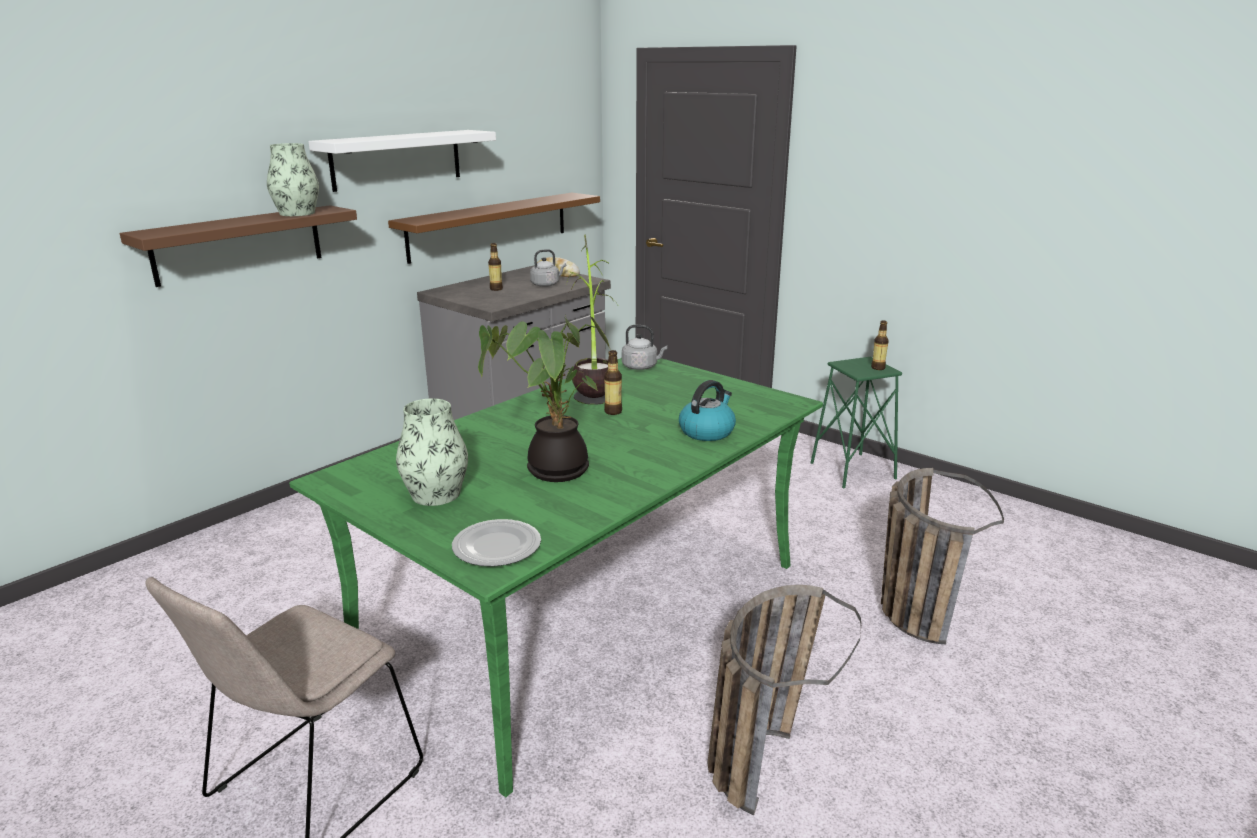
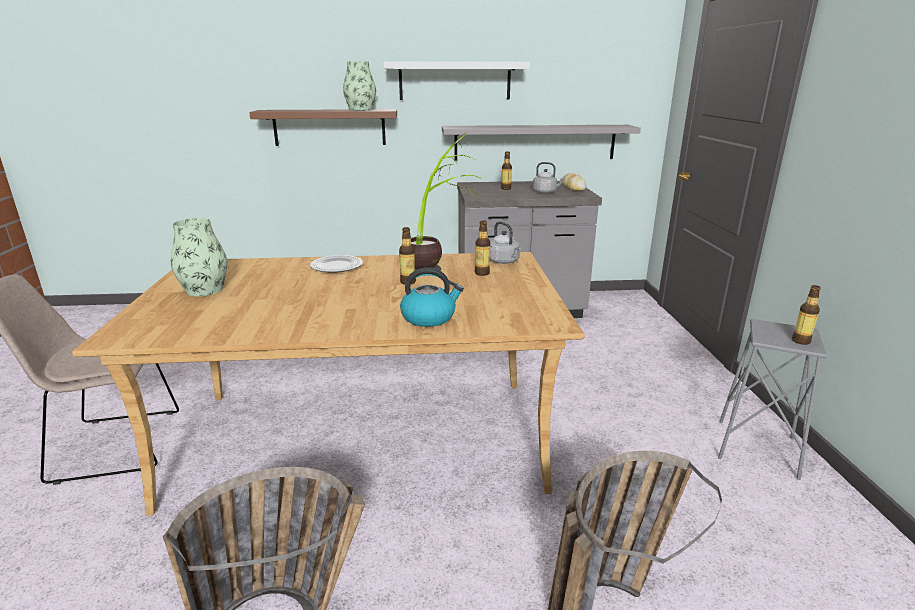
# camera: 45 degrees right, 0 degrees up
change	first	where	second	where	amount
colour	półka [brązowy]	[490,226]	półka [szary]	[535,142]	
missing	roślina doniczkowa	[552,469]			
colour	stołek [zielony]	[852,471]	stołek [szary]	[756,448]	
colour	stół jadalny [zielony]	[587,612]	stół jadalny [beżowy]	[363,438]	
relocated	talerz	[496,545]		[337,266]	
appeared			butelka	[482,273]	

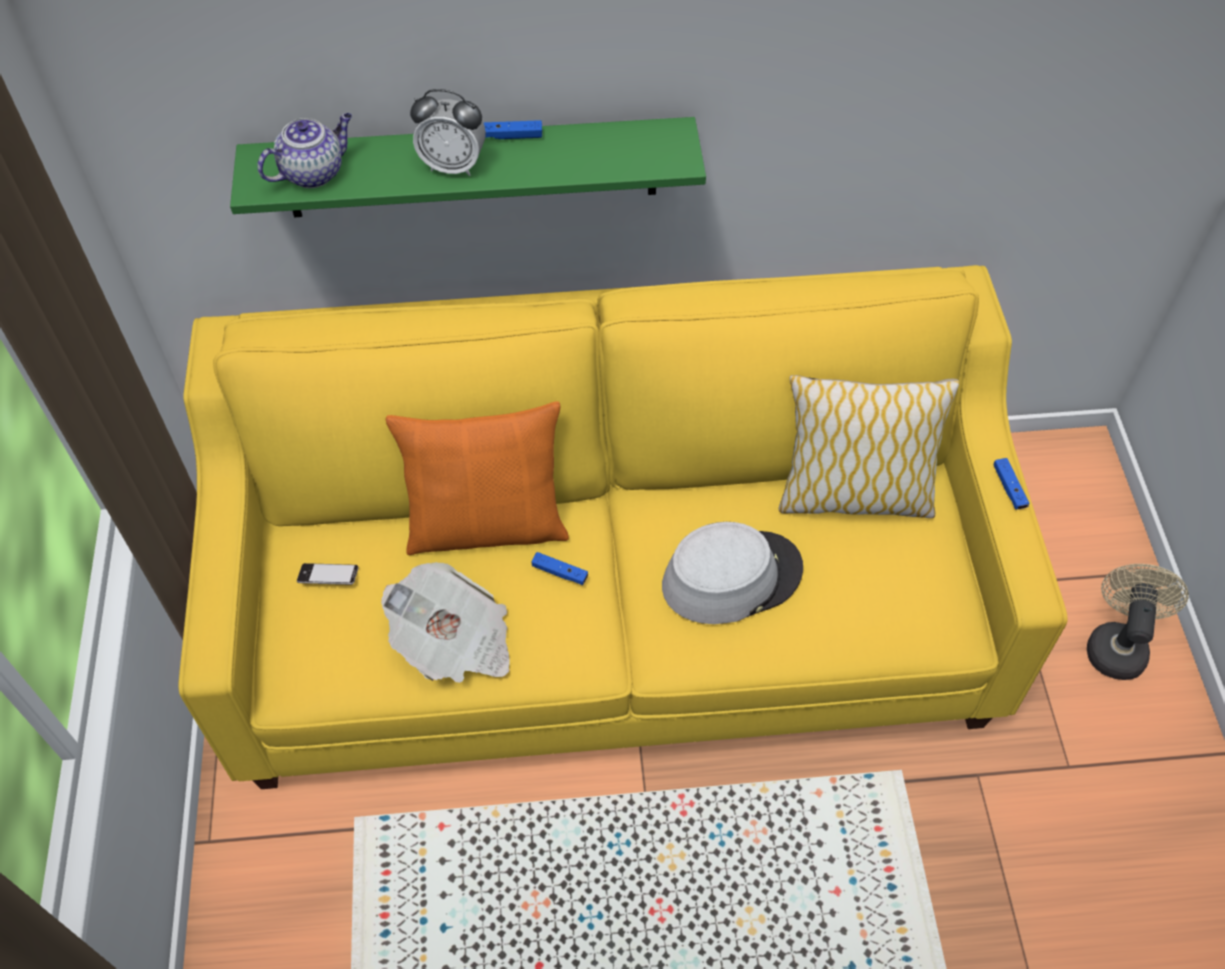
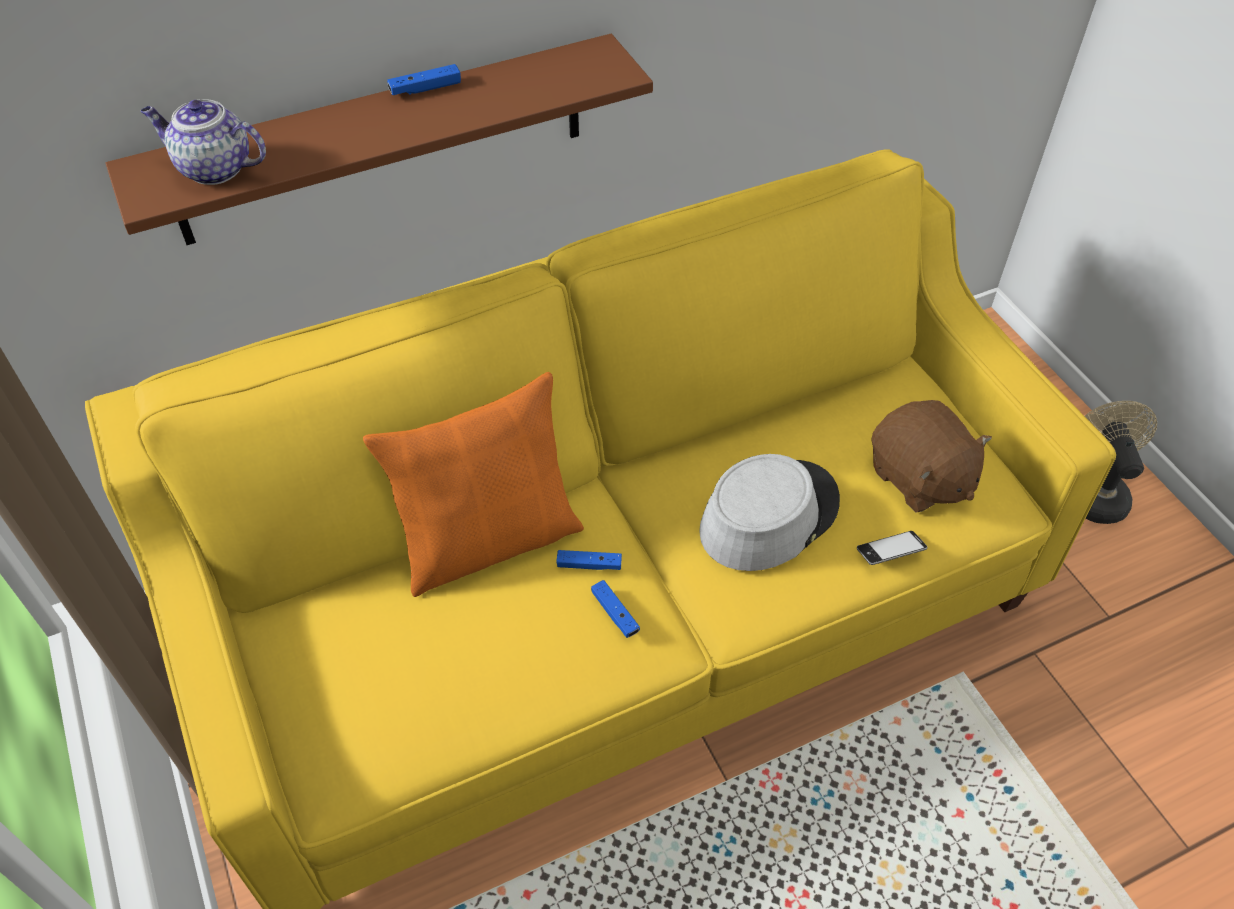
# camera: 20 degrees left, 5 degrees down
change	first	where	second	where	amount
missing	budzik	[453,165]			
spun	imbryk	[313,172]		[213,169]	105 degrees counterclockwise
colour	półka [zielony]	[472,167]	półka [brązowy]	[382,141]	
missing	poduszka	[853,495]			
relocated	pad do gier [niebieski]	[1009,488]		[615,613]	
missing	gazeta	[454,642]			
relocated	telefon	[328,576]		[890,551]	
appeared			pluszak [brązowy]	[919,478]	

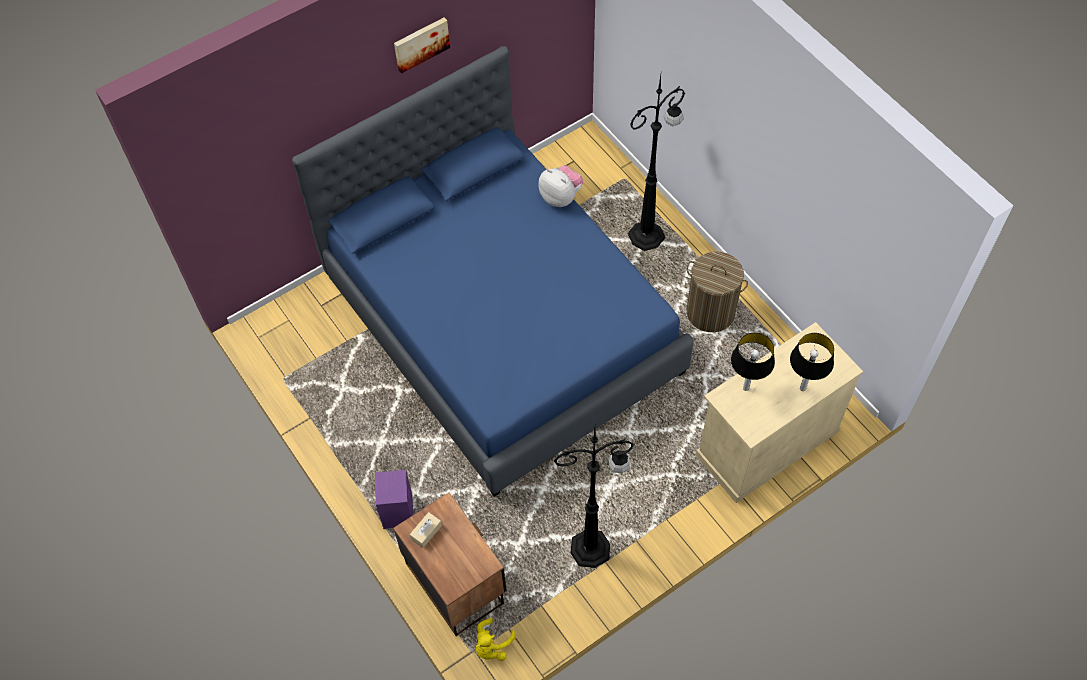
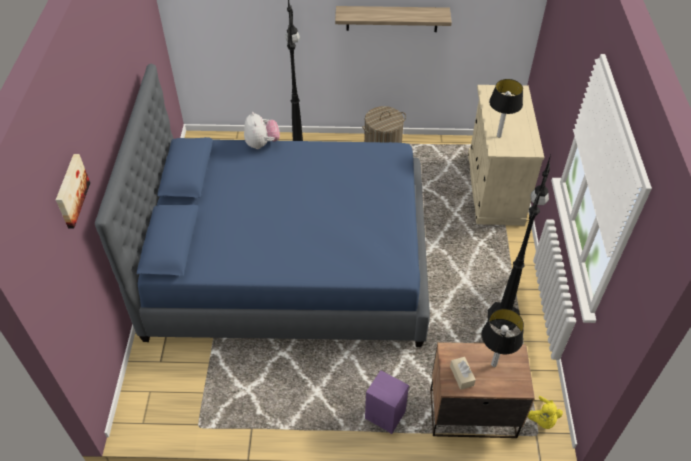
# camera: 55 degrees left, 10 degrees down
change	first	where	second	where	amount
relocated	obraz	[421,43]		[70,190]	
spun	pluszak	[561,197]		[262,144]	90 degrees clockwise
relocated	lampa stołowa	[802,388]		[494,364]	
appeared			półka	[392,18]	

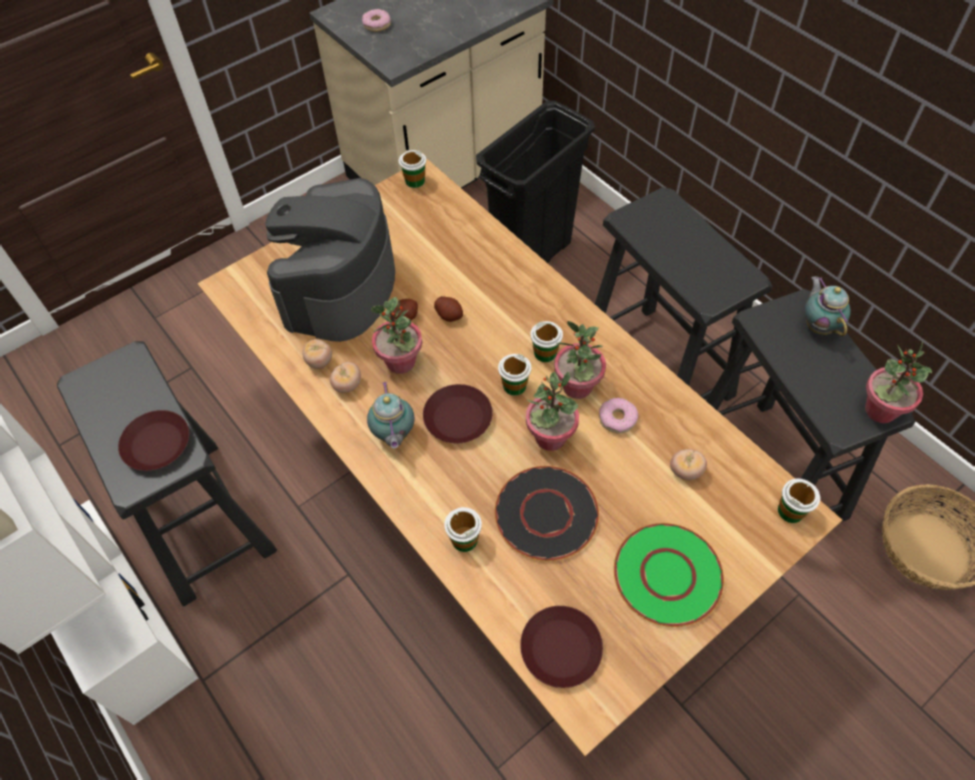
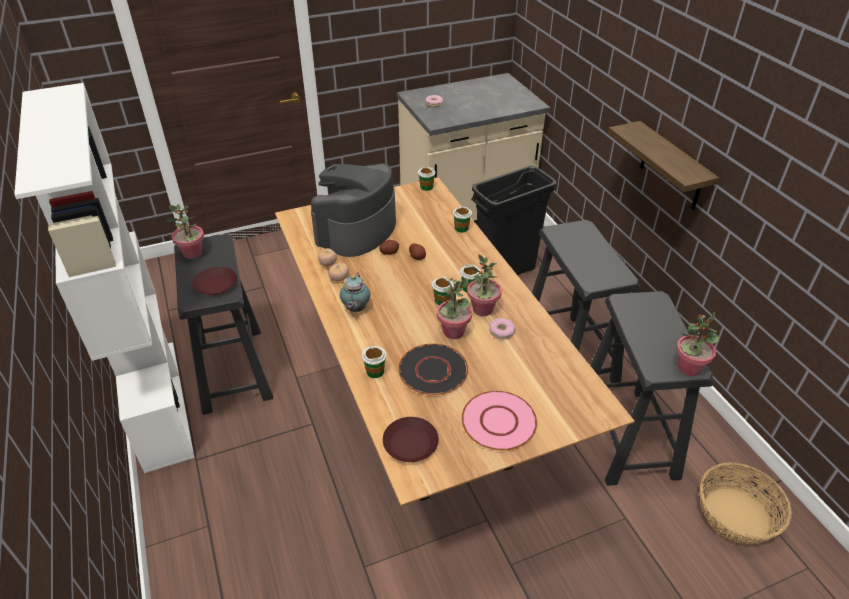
# camera: 15 degrees right, 15 degrees down
change	first	where	second	where	amount
missing	imbryk	[818,325]			
relocated	roślina doniczkowa	[401,362]		[193,253]	
missing	talerz [brązowy]	[458,418]			
missing	pomidor	[685,471]			
relocated	filiżanka	[791,511]		[461,228]	
colour	talerz [zielony]	[667,574]	talerz [różowy]	[499,421]	
appeared			półka	[671,167]	

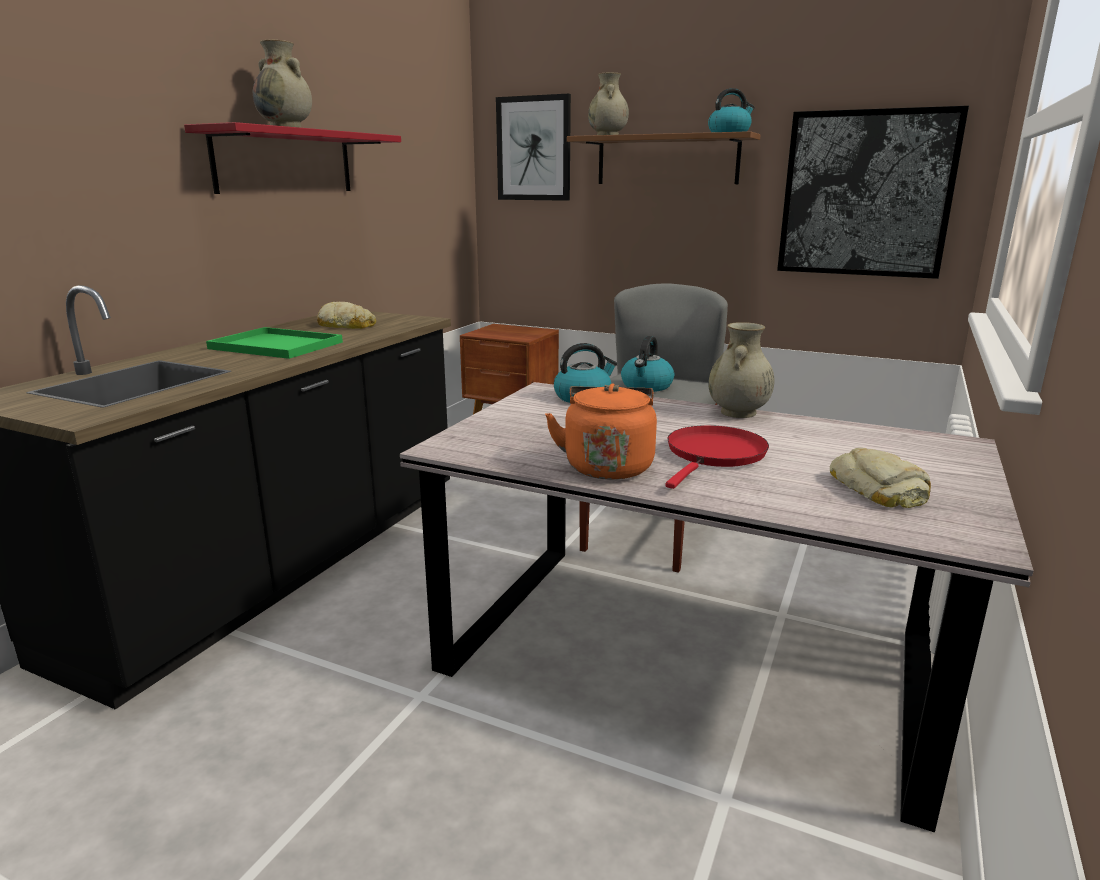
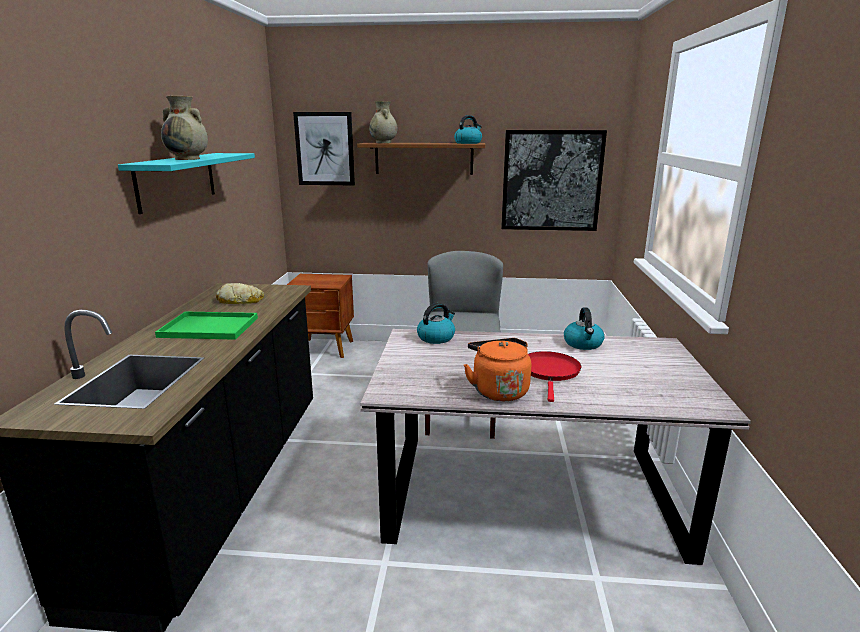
# camera: 20 degrees left, 0 degrees up
change	first	where	second	where	amount
colour	półka [czerwony]	[285,162]	półka [turkusowy]	[177,180]	
missing	wazon [beżowy]	[738,413]			
relocated	czajnik	[646,386]		[583,344]	
missing	chleb	[878,489]			

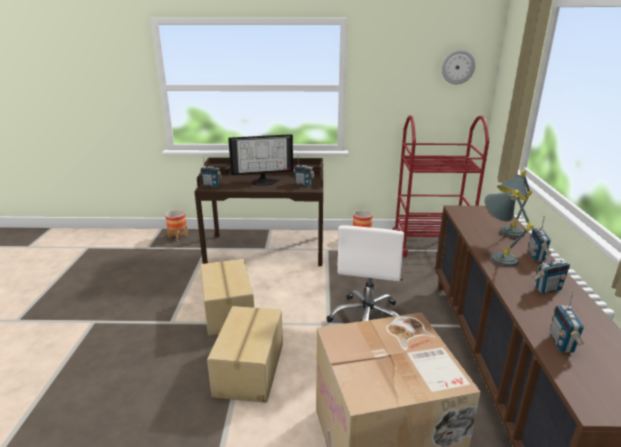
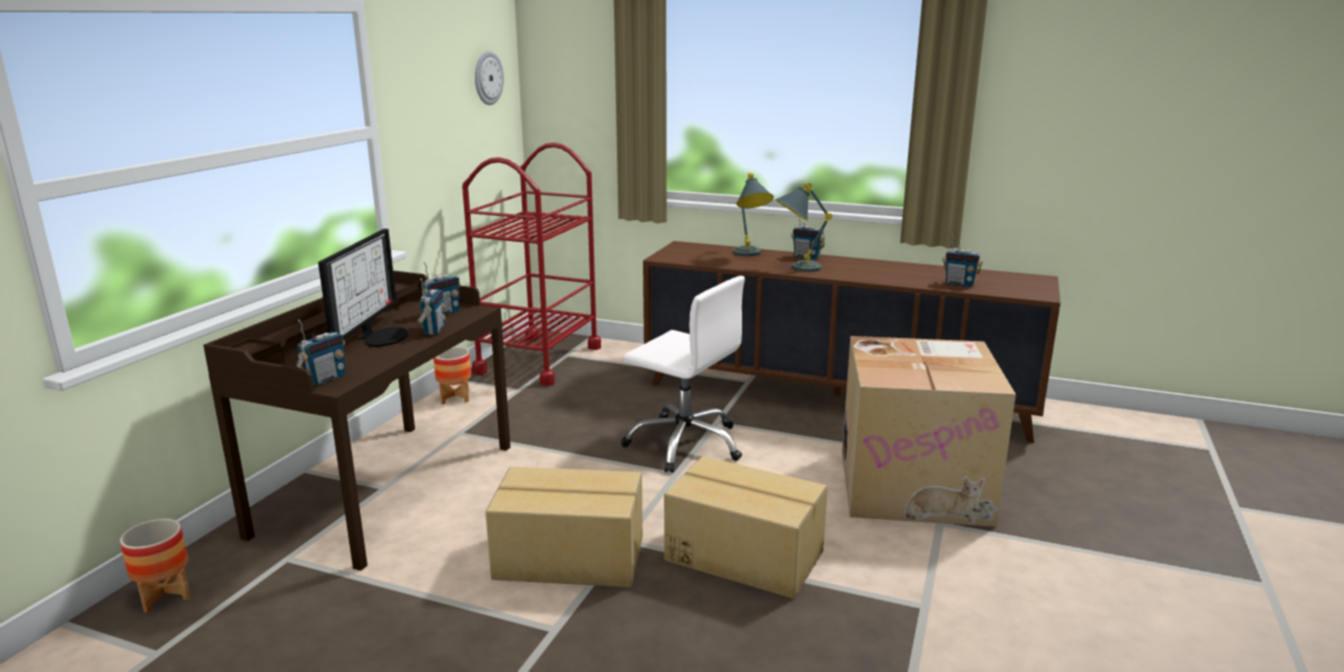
# camera: 70 degrees left, 5 degrees down
change	first	where	second	where	amount
relocated	radio	[547,289]		[433,330]	

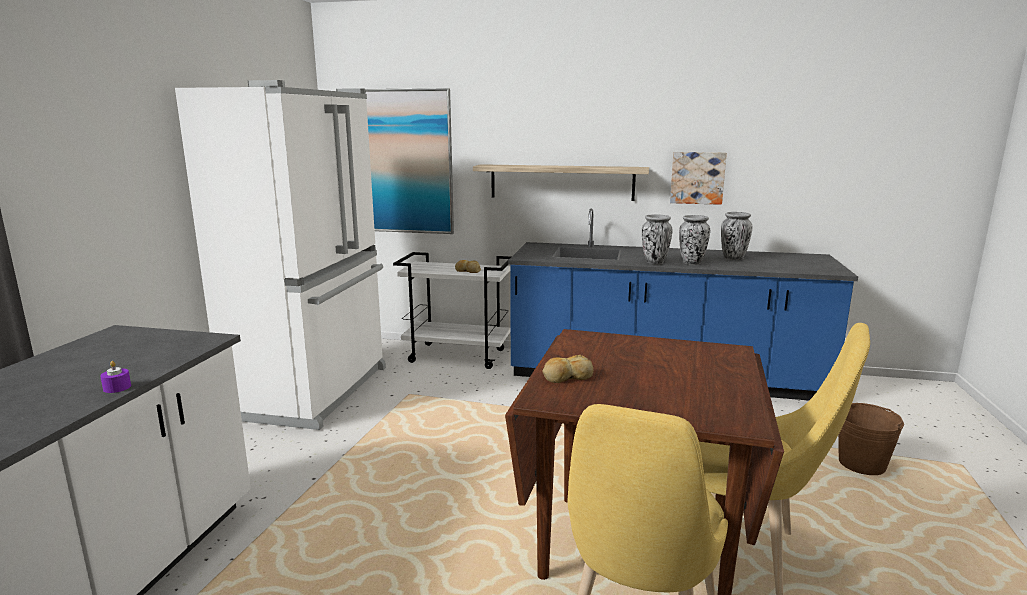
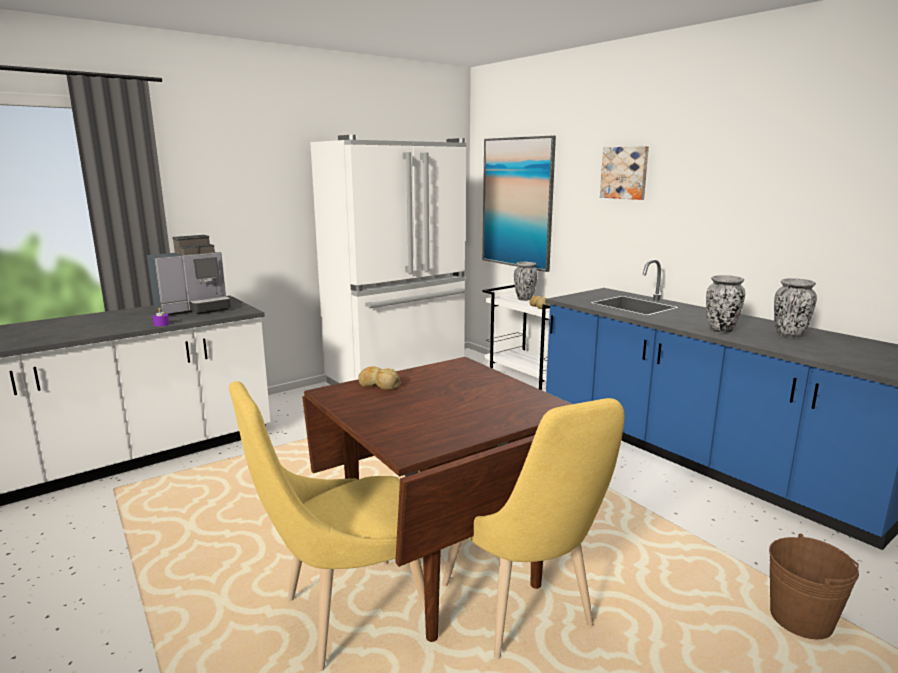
# camera: 40 degrees right, 0 degrees up
change	first	where	second	where	amount
relocated	obraz	[697,177]		[625,172]	
missing	półka	[561,182]			
relocated	wazon	[654,262]		[524,299]	
appeared			ekspres do kawy	[195,309]	

